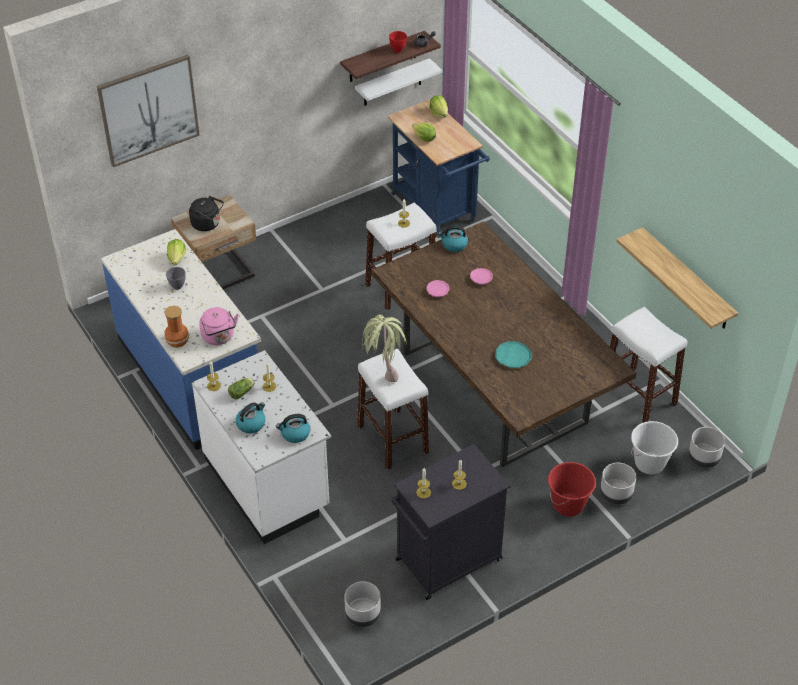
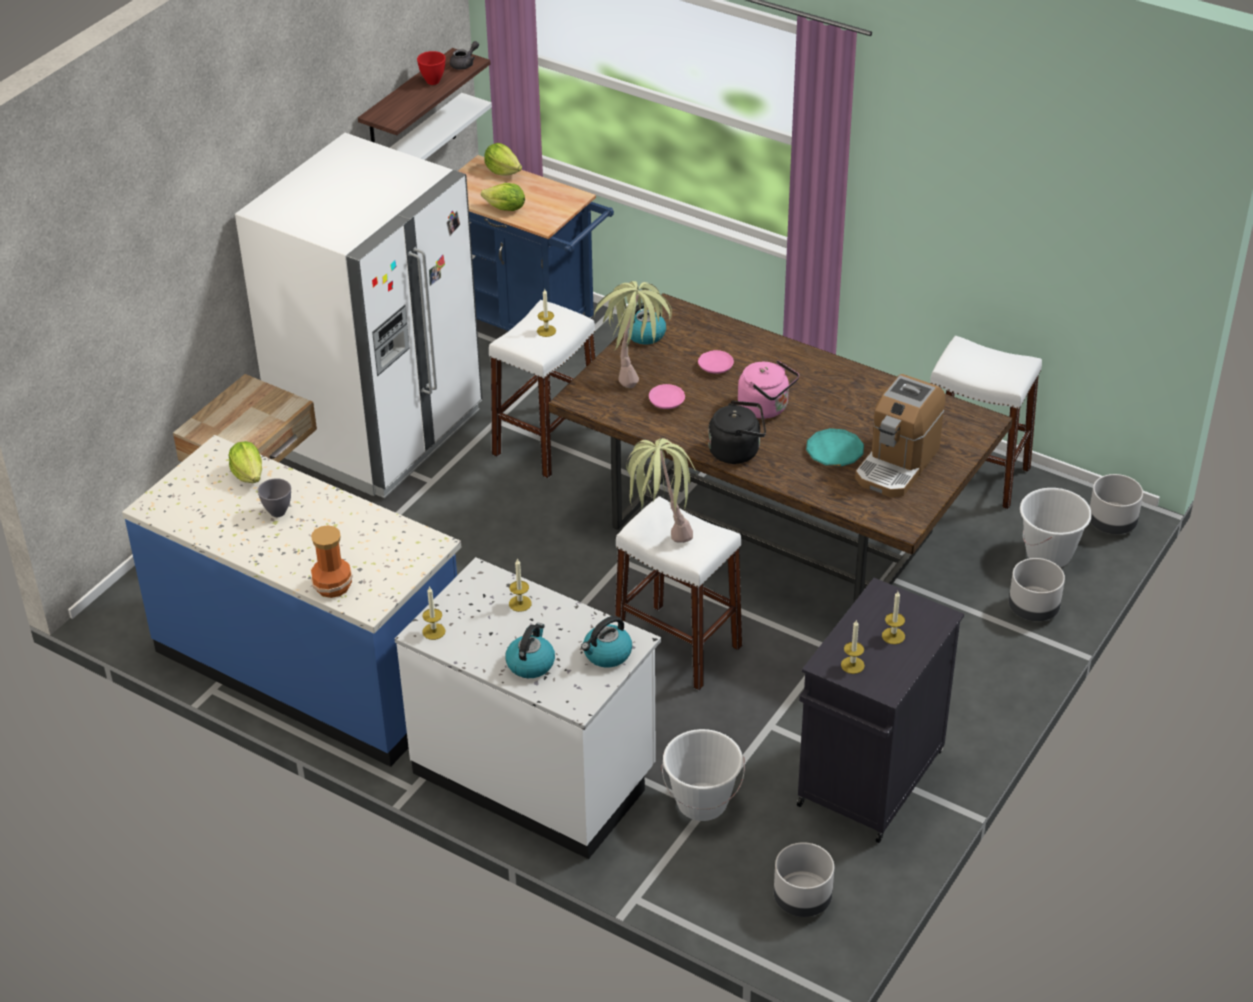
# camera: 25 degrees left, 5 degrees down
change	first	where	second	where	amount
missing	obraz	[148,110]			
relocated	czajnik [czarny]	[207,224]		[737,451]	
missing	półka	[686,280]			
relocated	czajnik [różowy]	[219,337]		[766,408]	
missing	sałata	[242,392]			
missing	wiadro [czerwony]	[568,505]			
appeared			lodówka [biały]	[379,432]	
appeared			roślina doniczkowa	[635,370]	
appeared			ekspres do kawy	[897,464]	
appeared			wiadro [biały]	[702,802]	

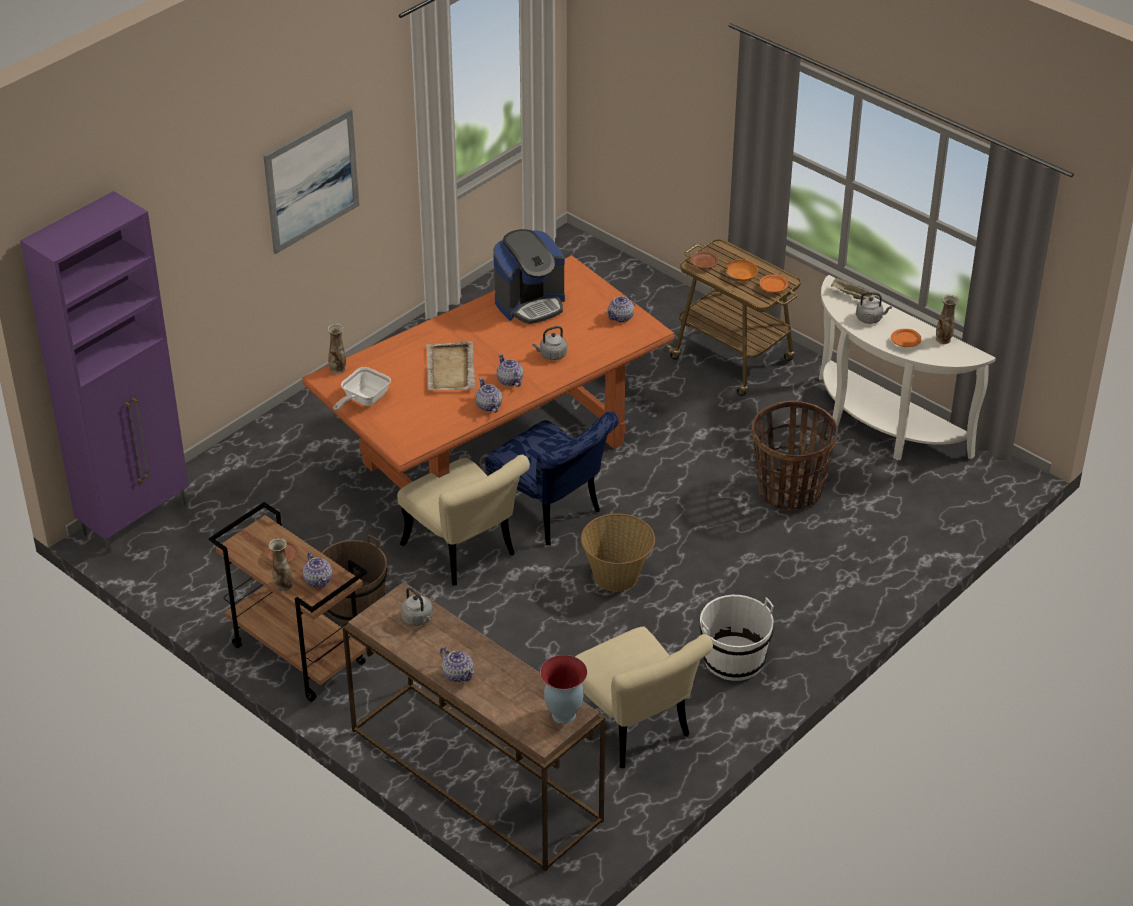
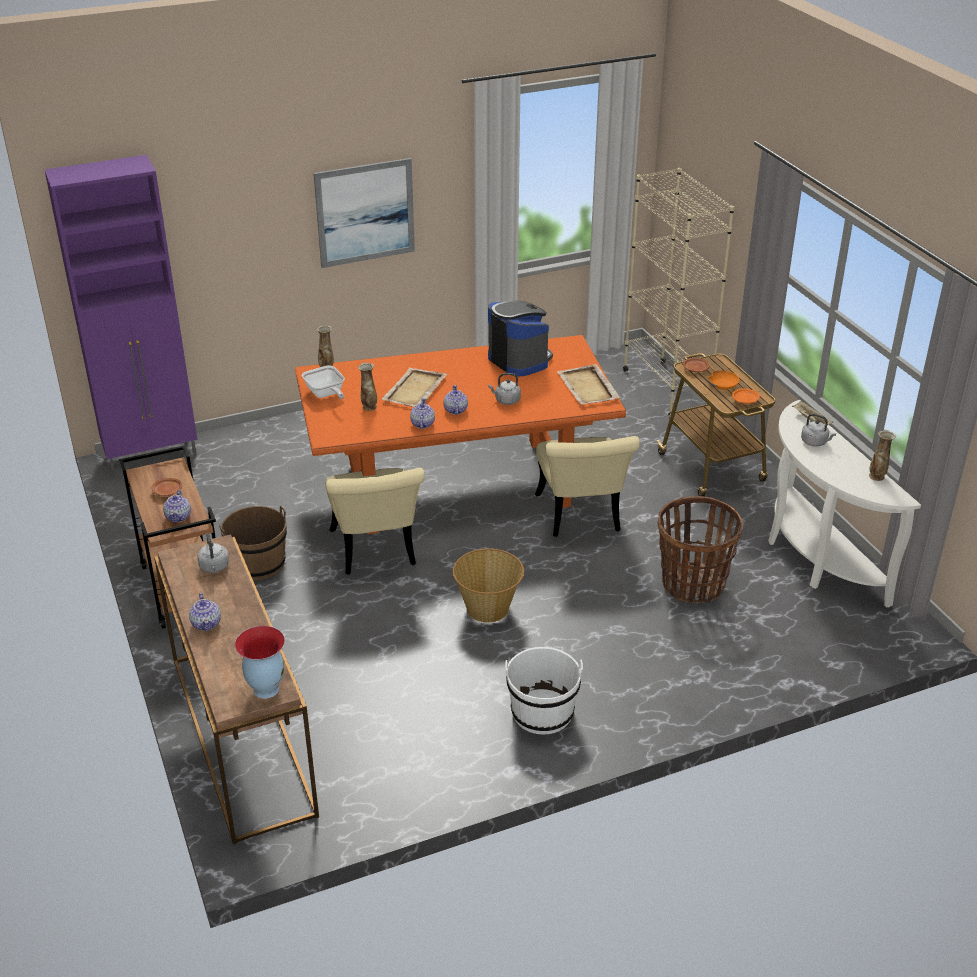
# camera: 25 degrees right, 5 degrees down
change	first	where	second	where	amount
spun	ekspres do kawy	[530,303]		[519,360]	120 degrees counterclockwise
exchanged	imbryk	[621,317]	taca [beżowy]	[588,388]	
missing	talerz [pomarańczowy]	[906,342]			
spun	patelnia	[363,401]		[326,394]	90 degrees counterclockwise
missing	krzesło [niebieski]	[552,515]			
relocated	wazon	[283,585]		[369,407]	
relocated	krzesło [beżowy]	[635,732]		[580,518]	
appeared			regał [beżowy]	[666,388]	

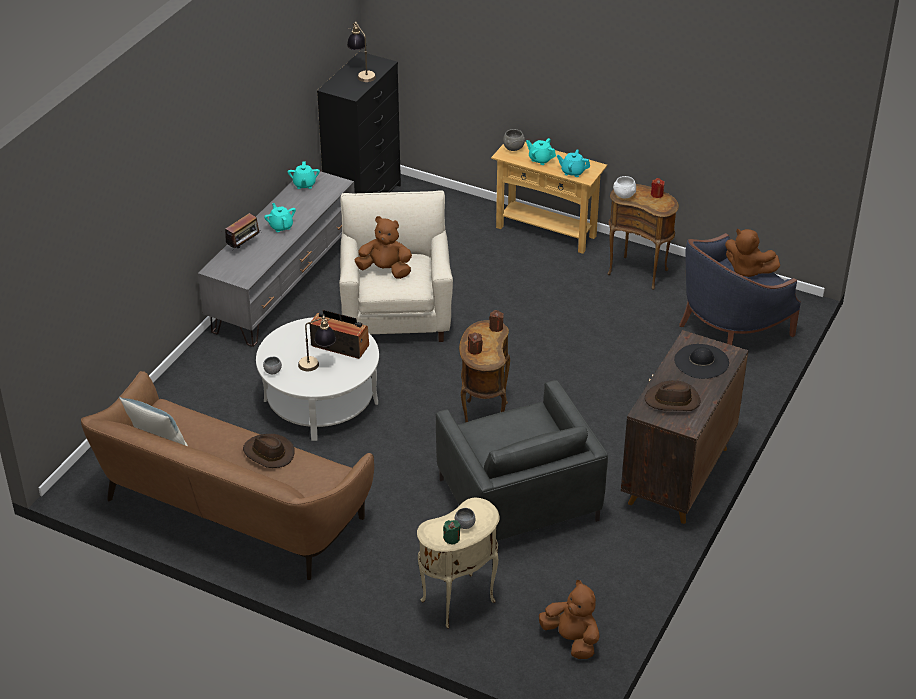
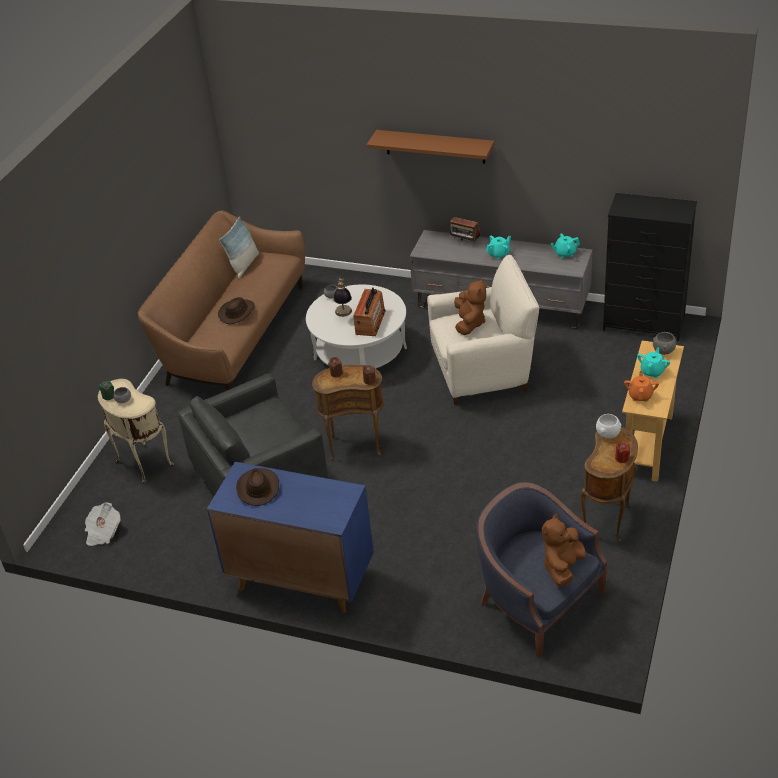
# camera: 85 degrees right, 0 degrees up
change	first	where	second	where	amount
missing	lampa stołowa	[362,73]			
colour	imbryk [turkusowy]	[572,172]	imbryk [pomarańczowy]	[640,396]	
colour	szafka [brązowy]	[677,476]	szafka [niebieski]	[300,580]	
missing	kapelusz [czarny]	[701,361]			
exchanged	pluszak [brązowy]	[572,639]	gazeta	[103,532]	
appeared			półka [brązowy]	[435,146]	

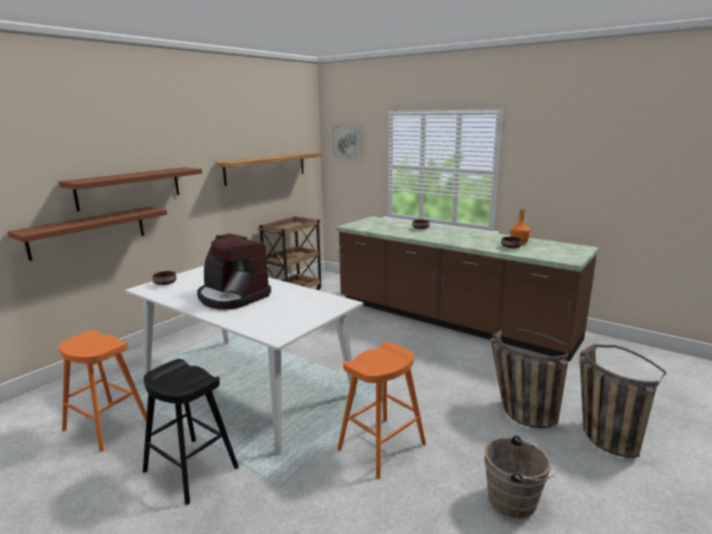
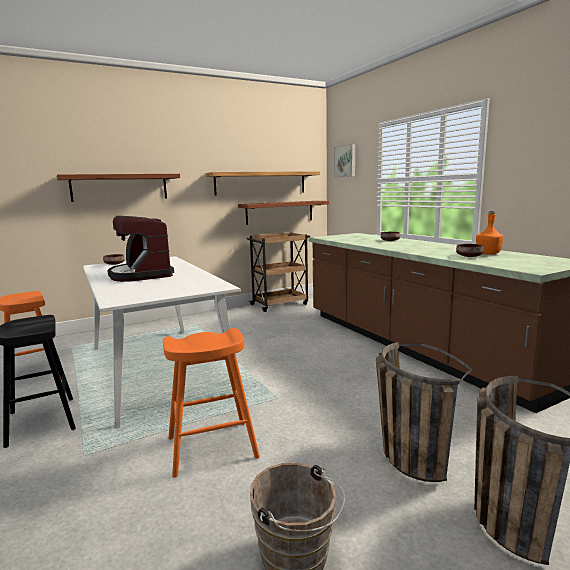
# camera: 25 degrees right, 5 degrees down
change	first	where	second	where	amount
relocated	półka [brązowy]	[88,232]		[279,212]	

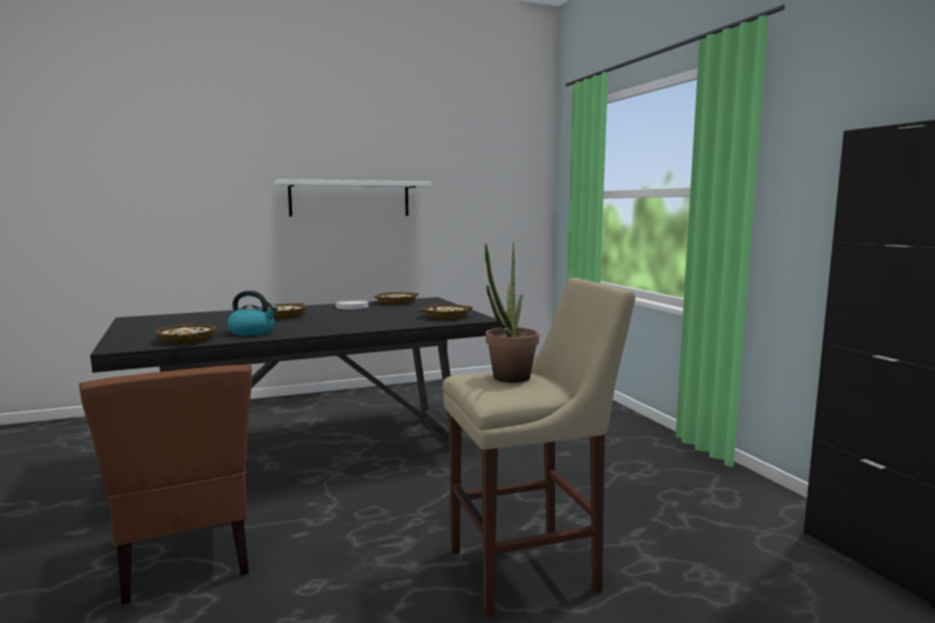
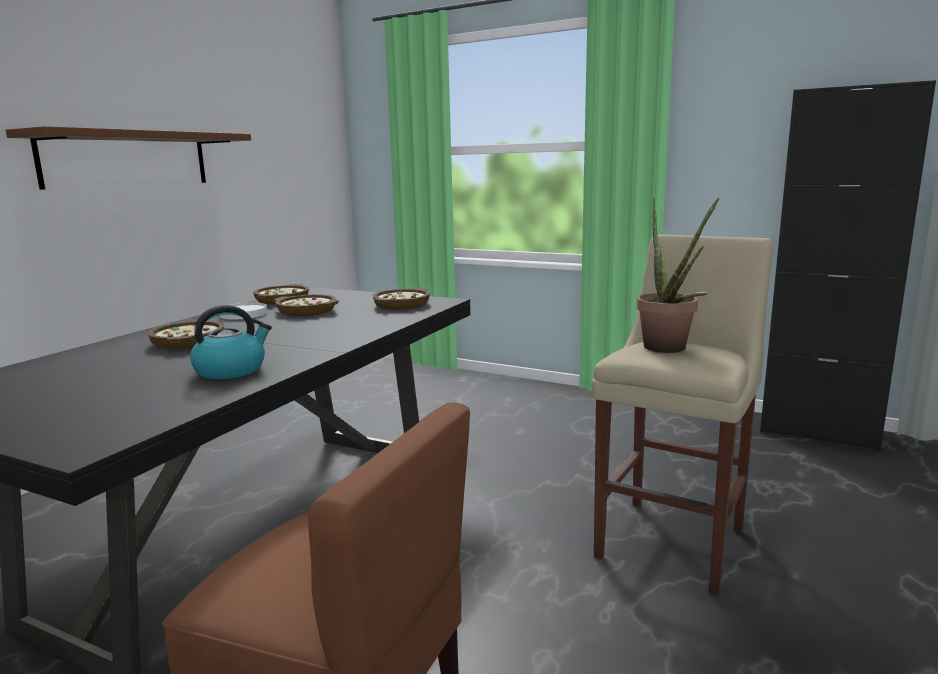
# camera: 40 degrees left, 5 degrees up
change	first	where	second	where	amount
colour	półka [biały]	[350,199]	półka [brązowy]	[127,159]	
relocated	miska	[187,339]		[307,311]	

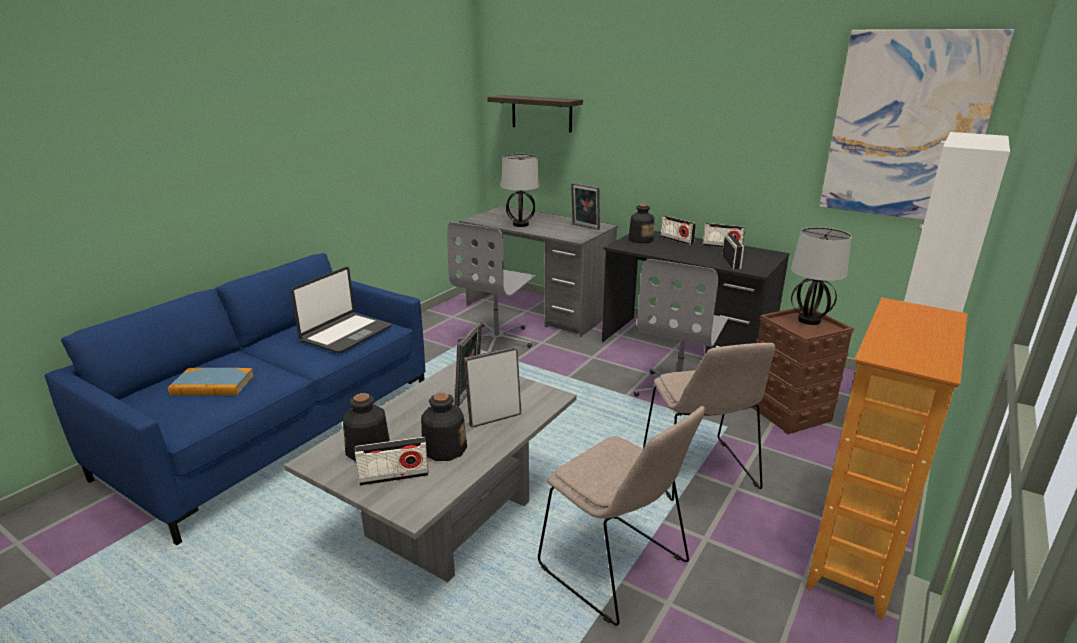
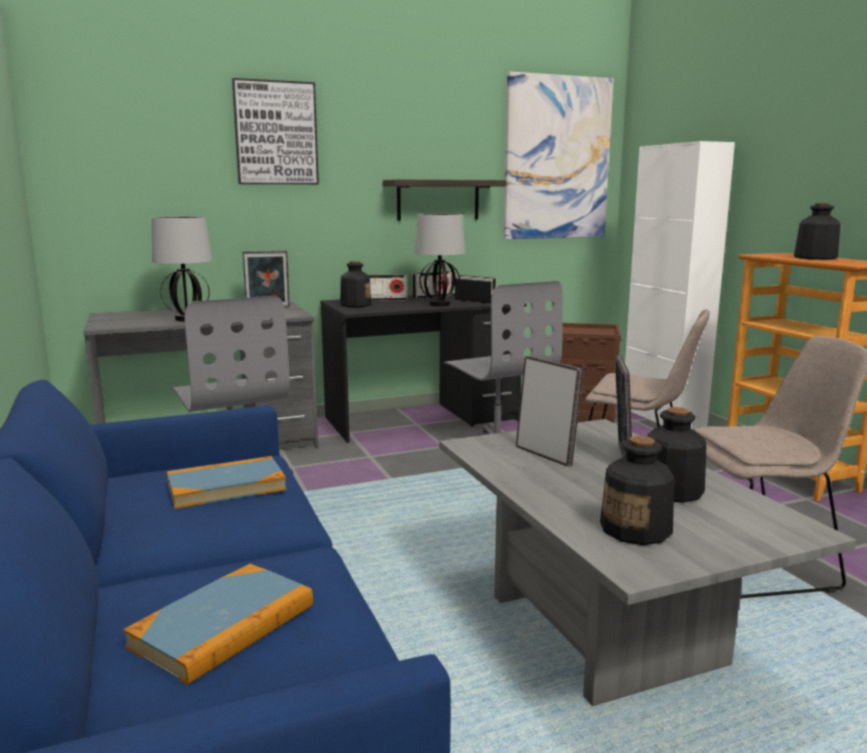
# camera: 55 degrees left, 10 degrees down
change	first	where	second	where	amount
relocated	półka	[541,113]		[438,200]	
relocated	lampa stołowa	[809,320]		[440,304]	
exchanged	laptop	[345,334]	książka	[226,487]	
missing	radio	[394,476]			
appeared			obraz	[276,133]	
appeared			butelka	[814,258]	

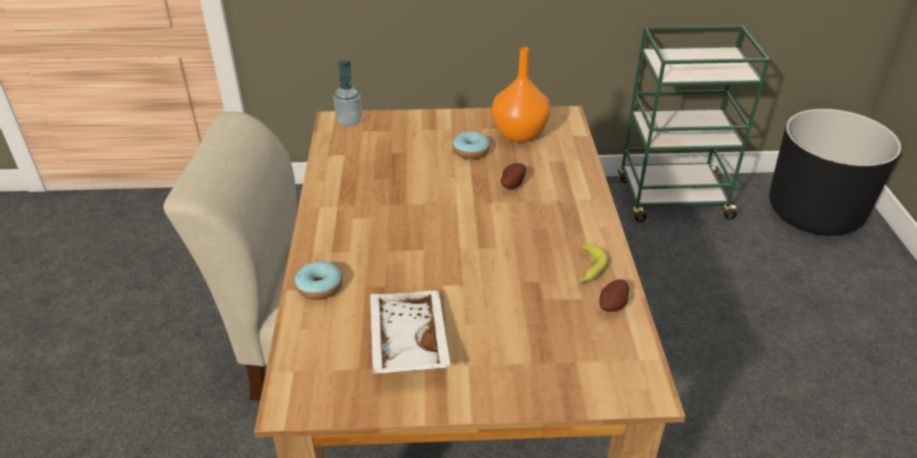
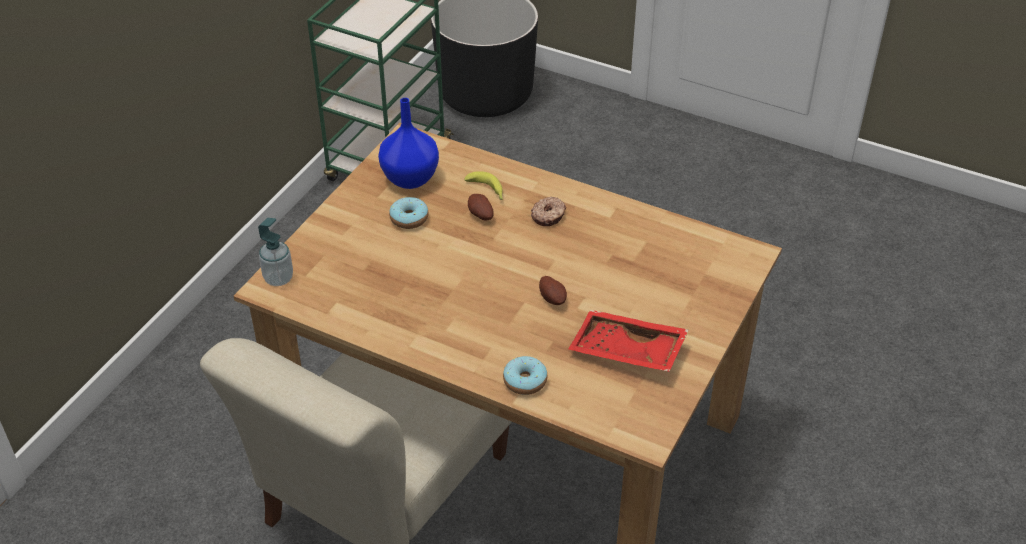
# camera: 60 degrees left, 5 degrees up
change	first	where	second	where	amount
colour	wazon [pomarańczowy]	[520,134]	wazon [niebieski]	[410,178]	
relocated	banan	[588,270]		[487,190]	
relocated	ziemniak	[613,305]		[553,298]	
colour	taca [biały]	[406,342]	taca [czerwony]	[626,352]	
appeared			donut	[549,216]	

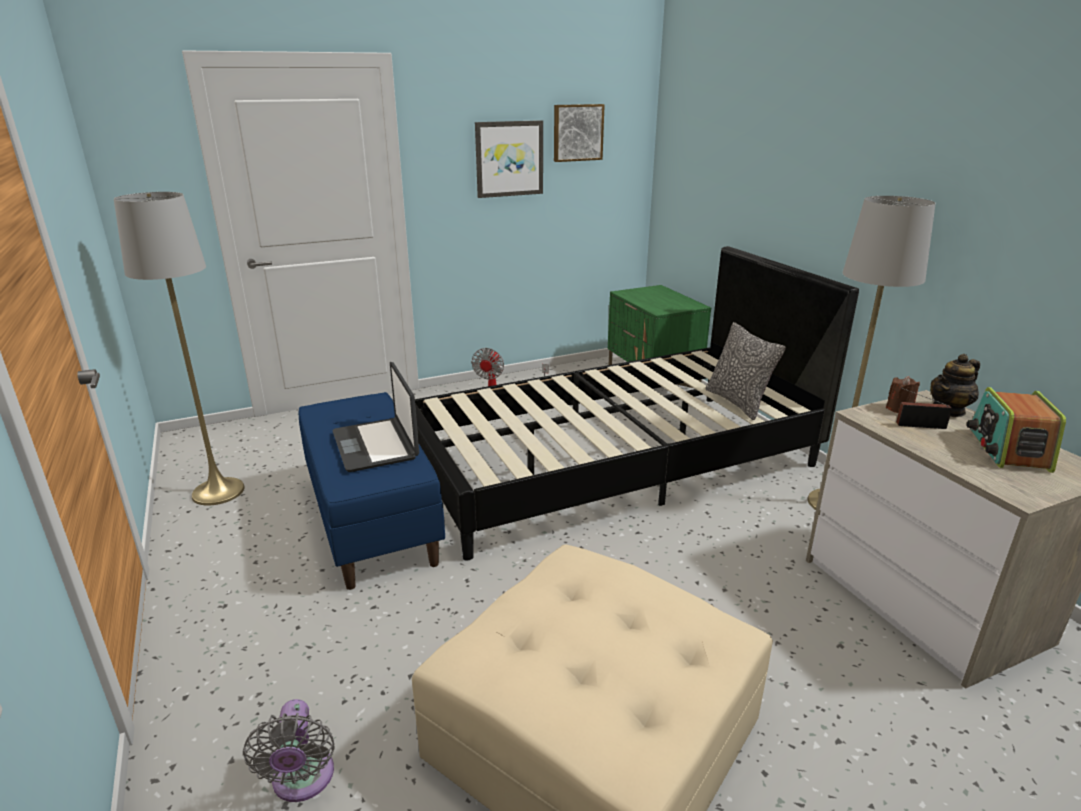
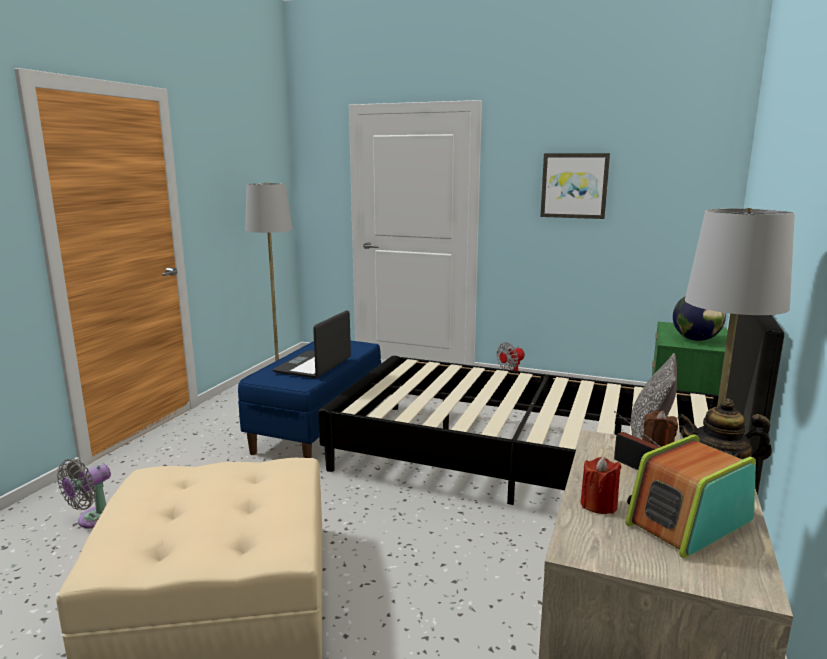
# camera: 45 degrees right, 10 degrees down
change	first	where	second	where	amount
missing	obraz	[577,132]			
appeared			globus	[695,339]	
appeared			świeca [czerwony]	[598,505]	

